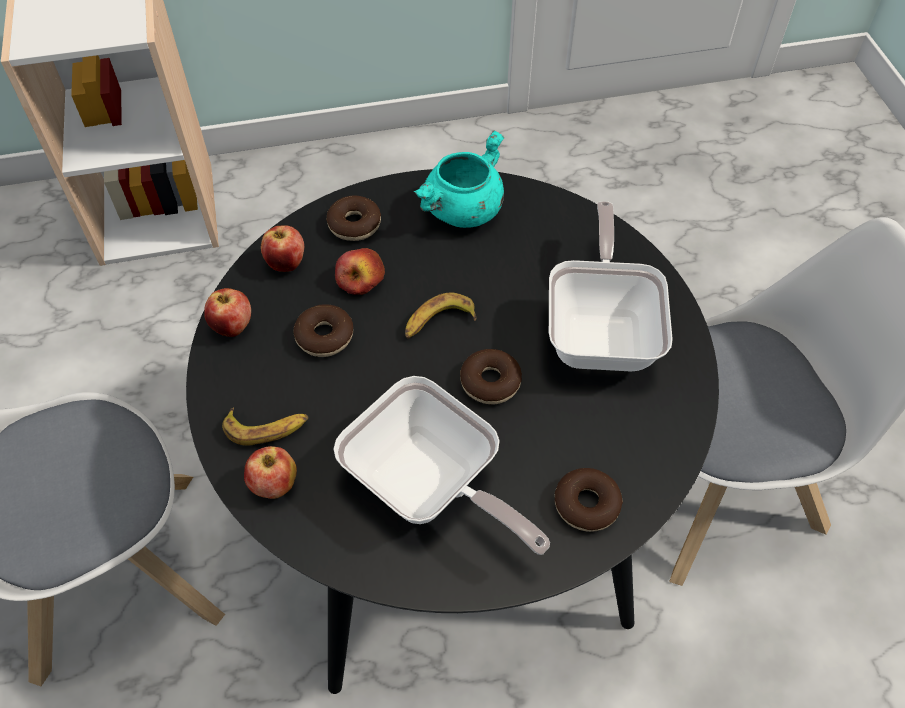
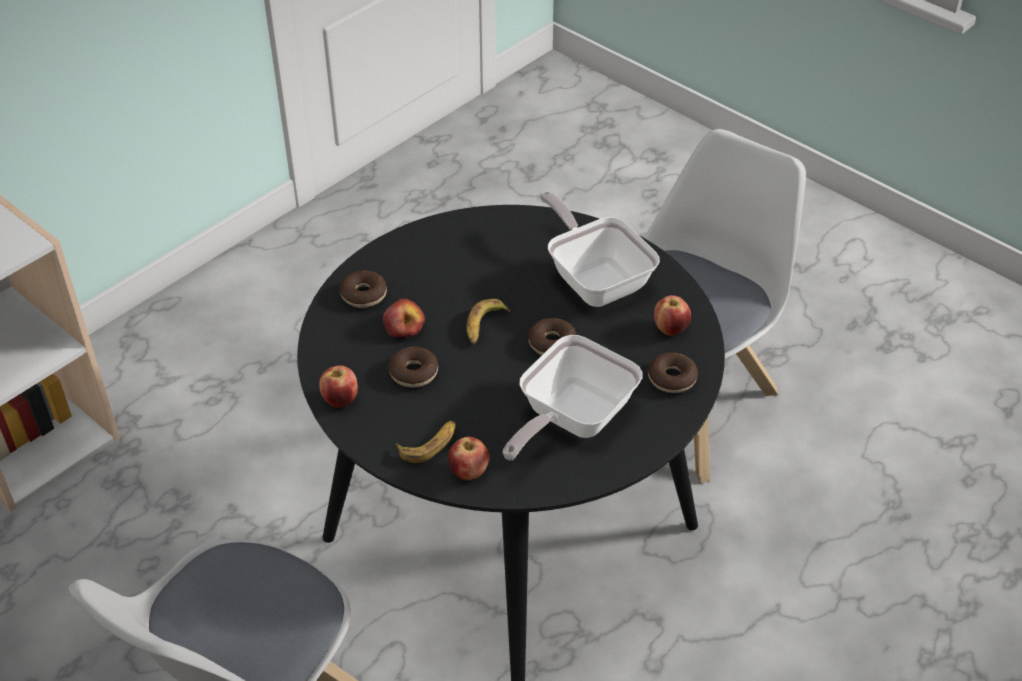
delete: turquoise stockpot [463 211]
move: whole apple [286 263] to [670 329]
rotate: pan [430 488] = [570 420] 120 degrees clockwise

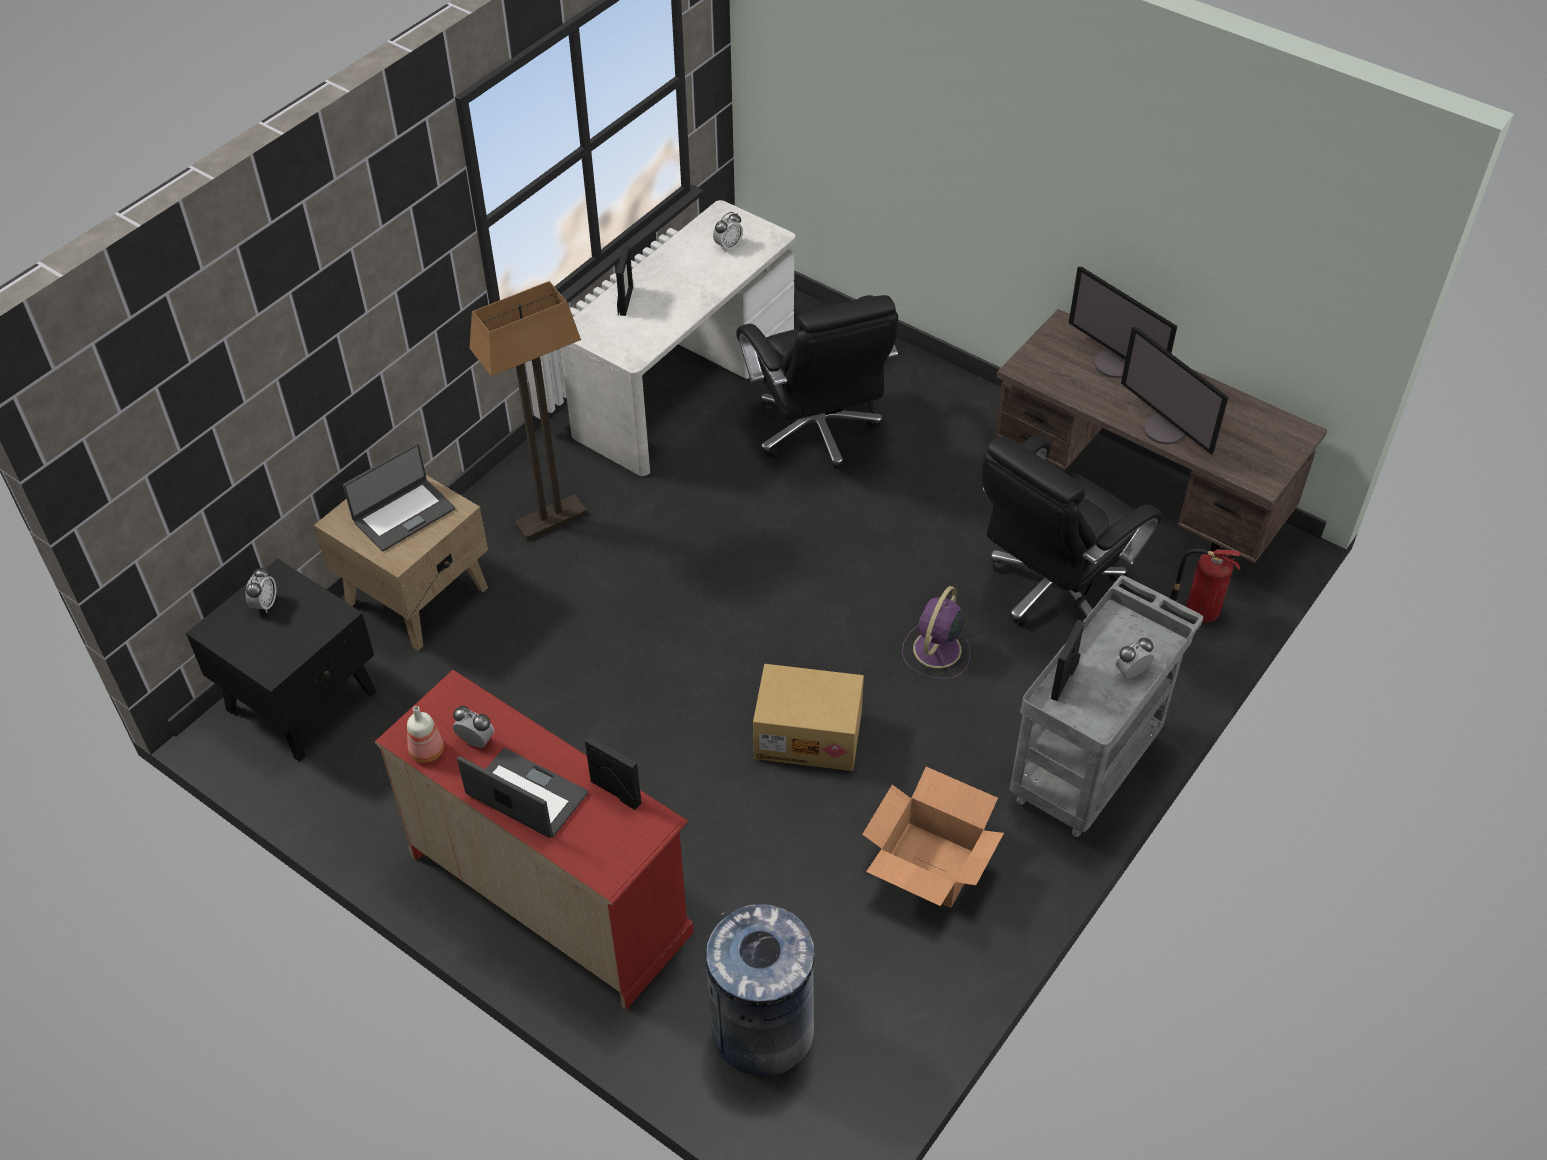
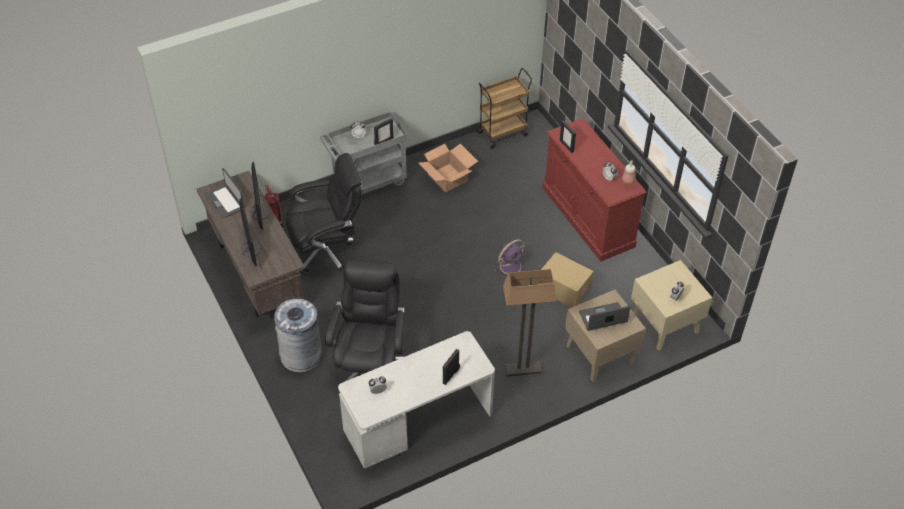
insert: brown-coloured wheeled cart [503 134]
move: notebook computer [526 795] to [225 201]; gray rubbish bin [762 1030] to [301 355]; purple-coloured cooling fan [936 651] to [511 265]; cardboard box [809 734] to [563 289]
recolor: black-coloured night table [303 700] to sand-coloured night table [664 324]

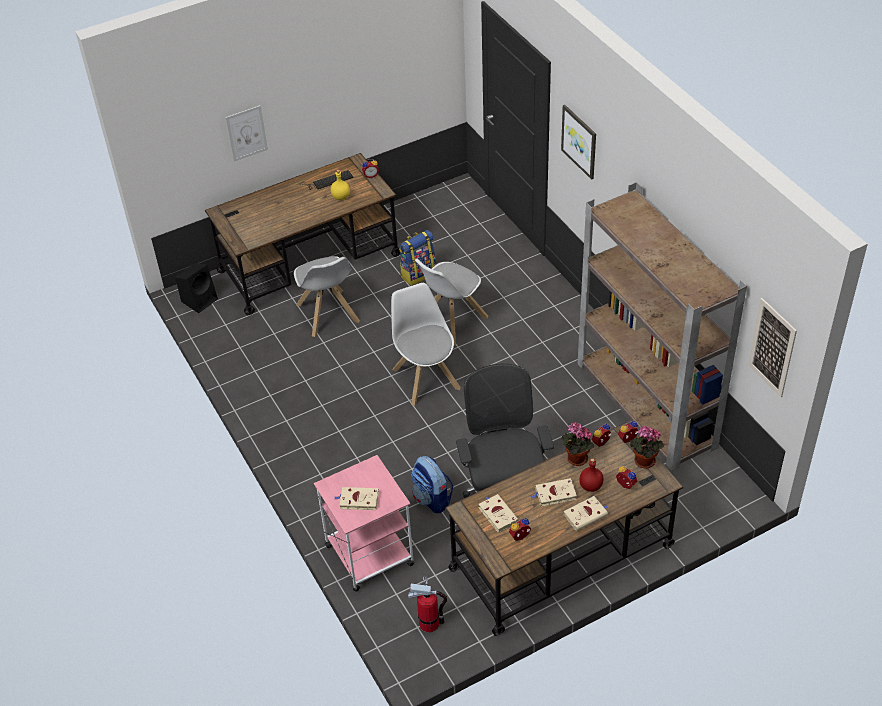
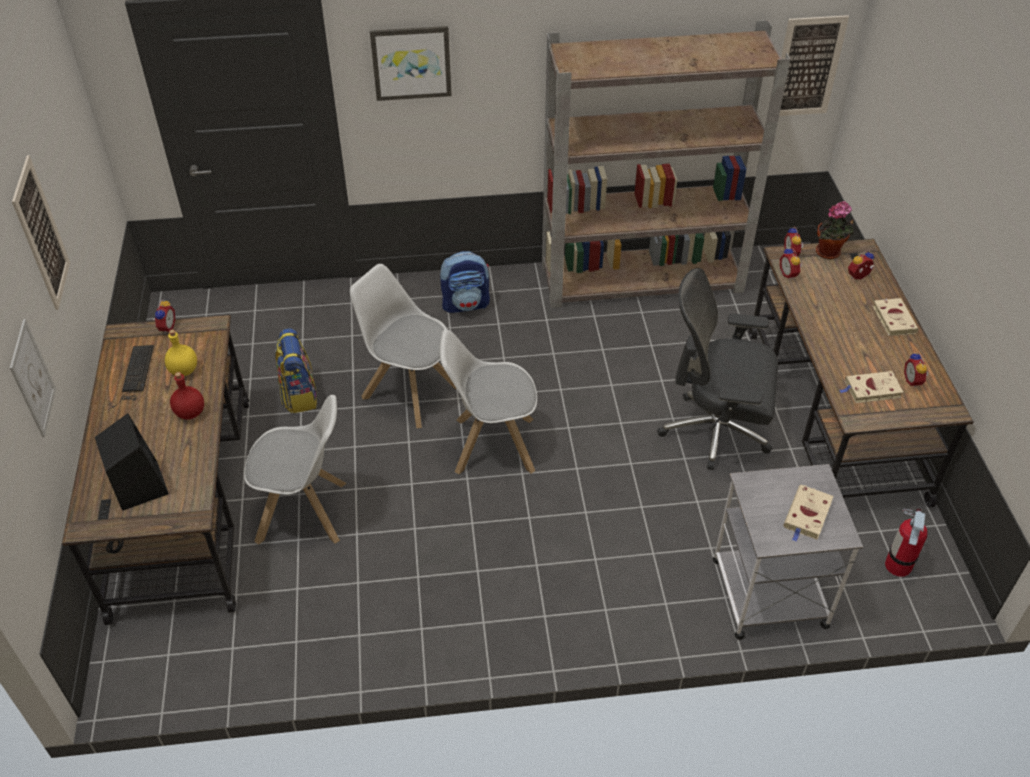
delete: sand-coloured volume [554 494]; plant in a pot [575 459]
insert: wall art [41 234]
move: black-coloured audio speaker [200 299] to [139 484]; reddish bottle [590 486] to [189 413]; rucksack [432 499] to [466 304]
recolor: pink wheeled cart [369 553] to gray wheeled cart [767 594]
rotate: plain chair [451 321] = [409 390] 150 degrees clockwise

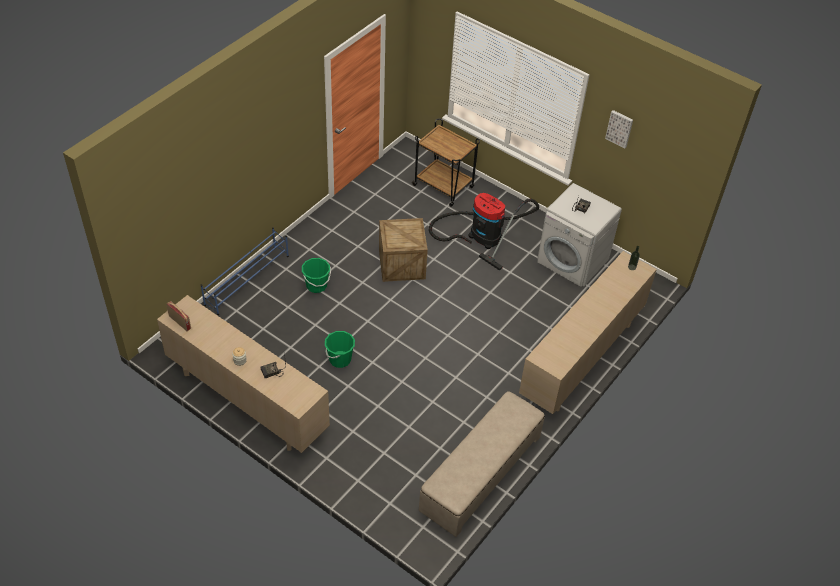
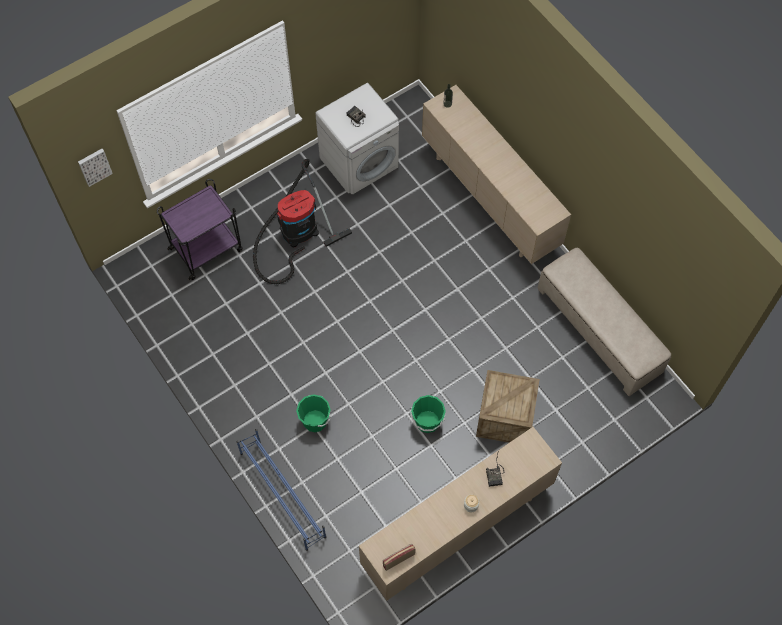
move: wall art [619 128] to [94 166]; shipping crate [402 264] to [505 417]
recolor: brown-coloured wheeled cart [443 187] to purple-coloured wheeled cart [207 249]

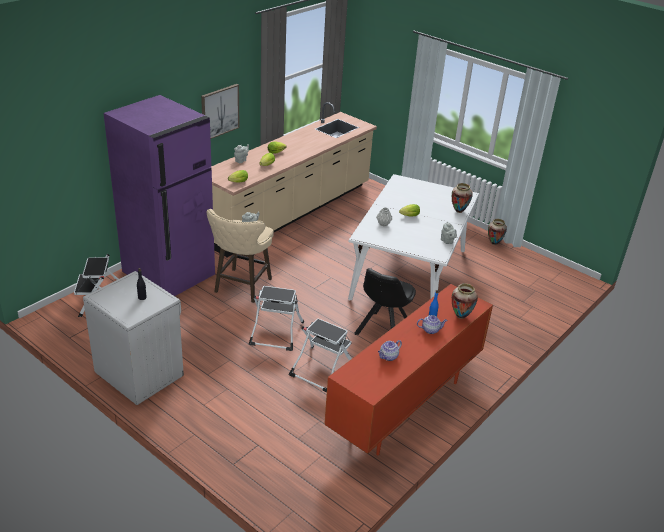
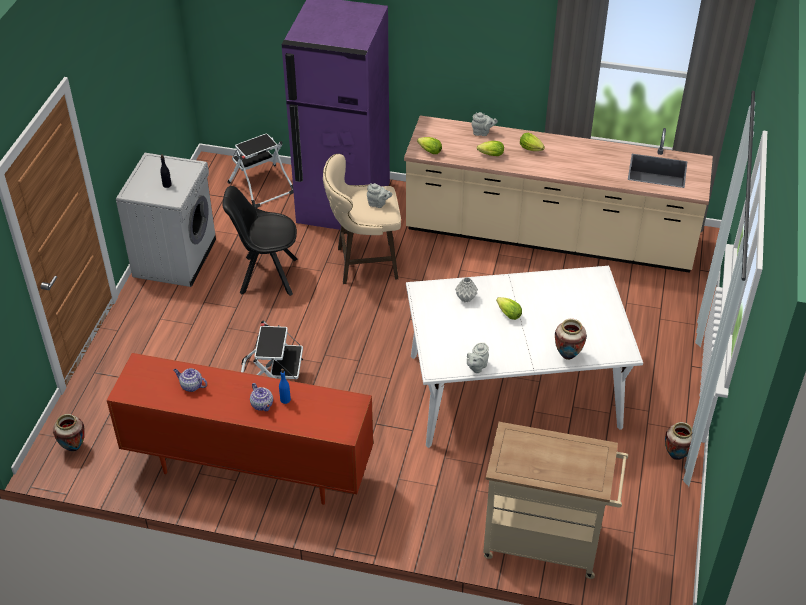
delete: wall art [219 111]; step stool [275 331]
insert: sand-coloured wheeled cart [546 543]
move: decorative vase [460 316] to [74 448]; black-coloured plain chair [383 331] to [266 275]

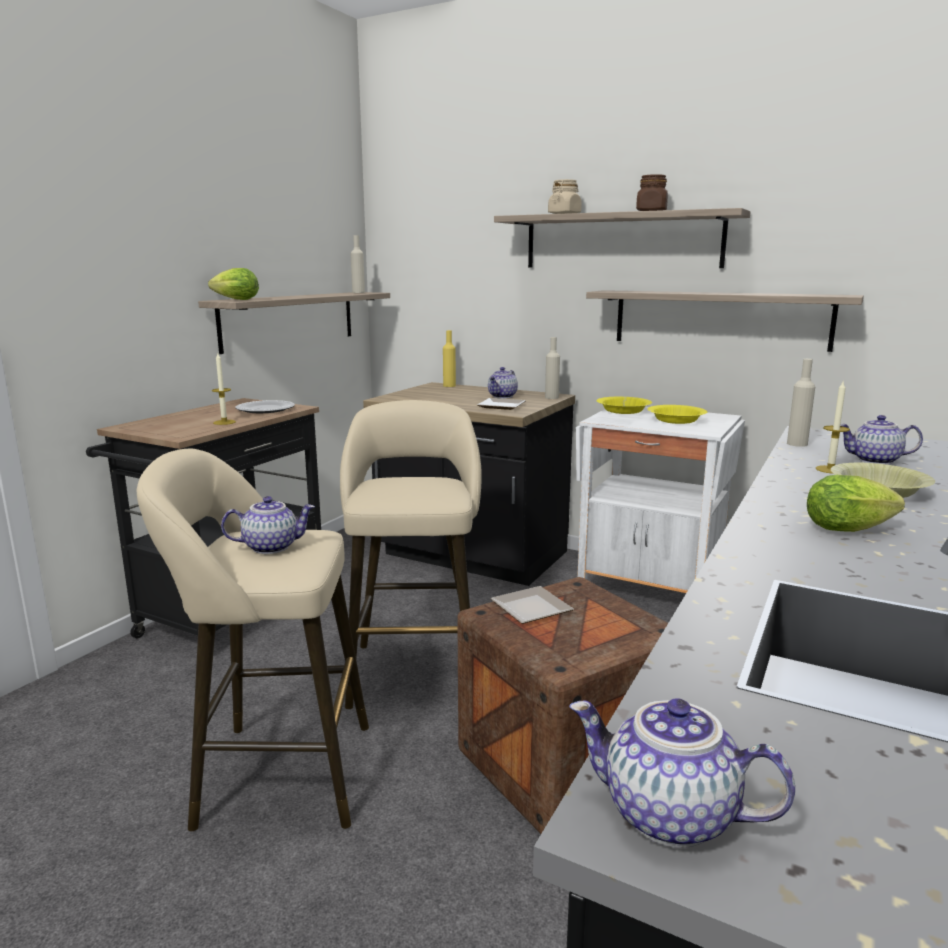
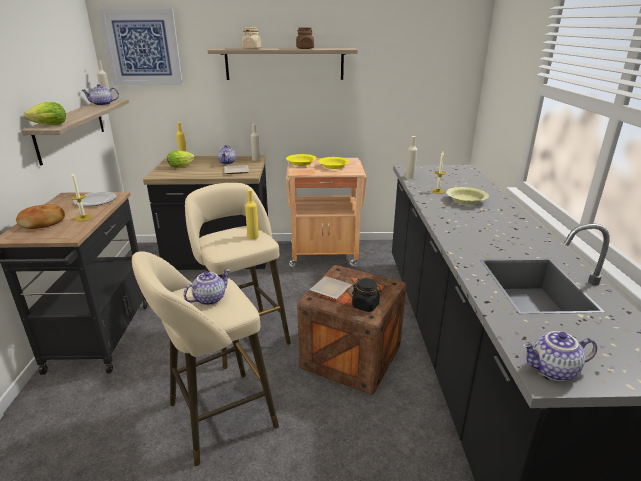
delete: shelf [720 319]
insert: bakery bread [43 223]; wall art [143 47]; yellow-coloured bottle [253 236]; black-coloured jar [365 305]
move: tea pot [875 461] to [102 104]; head of lettuce [852 529] to [182 166]
recolor: whitish wheeled cart [650 588] to brown-coloured wheeled cart [324 254]

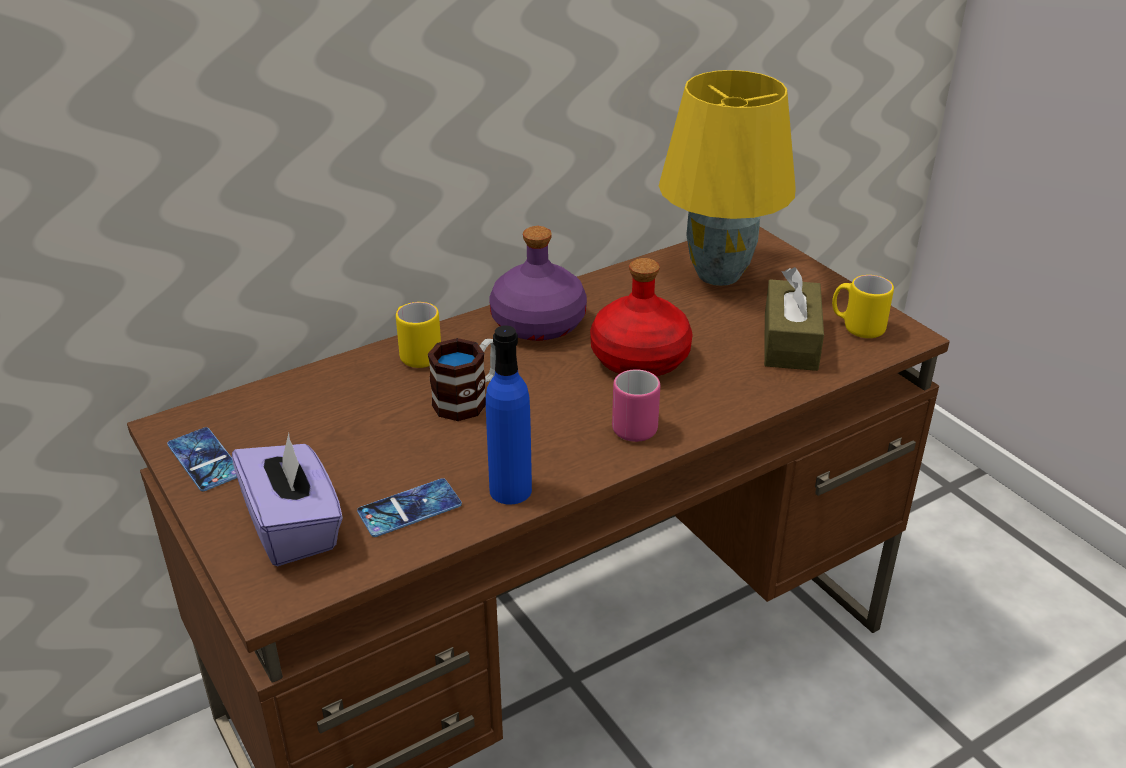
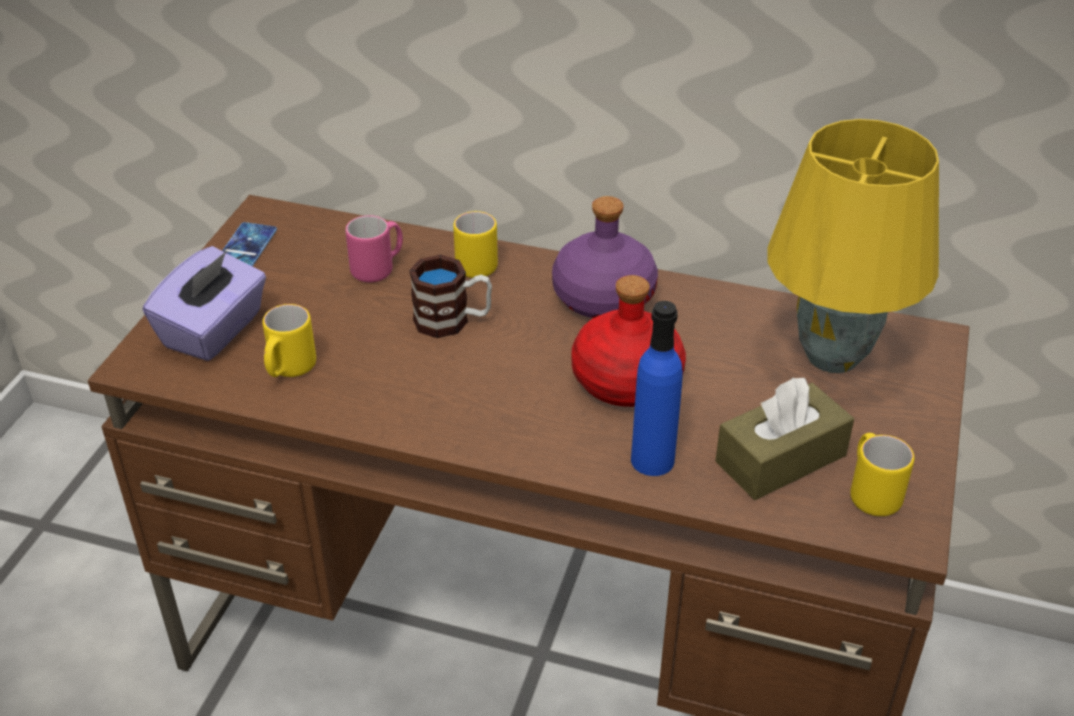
move: pink tea mug [634 424] to [378 269]; blue-coloured bottle [510 490] to [652 460]
replace: telephone [409 508] to yellow-coloured tea mug [288 370]

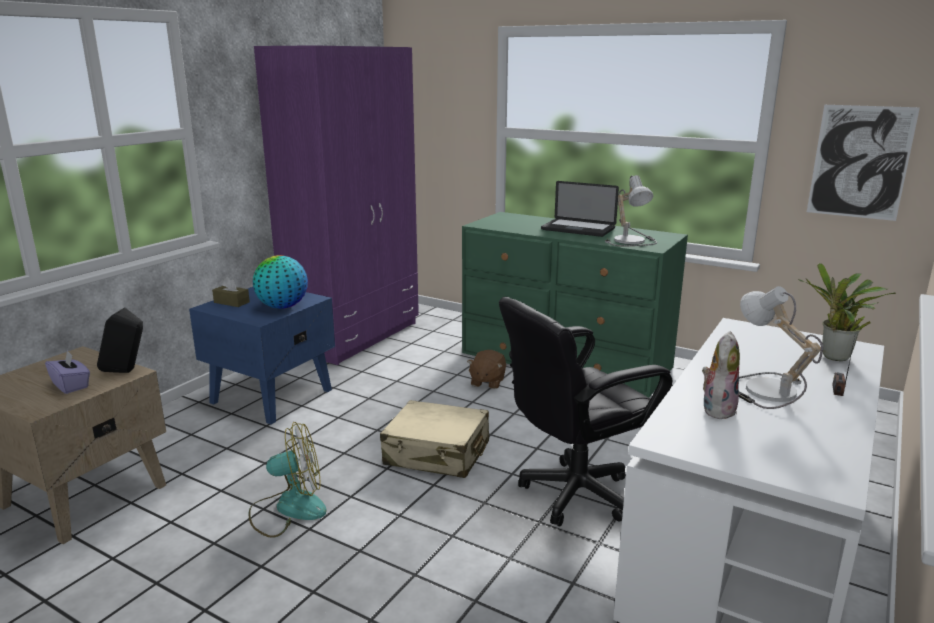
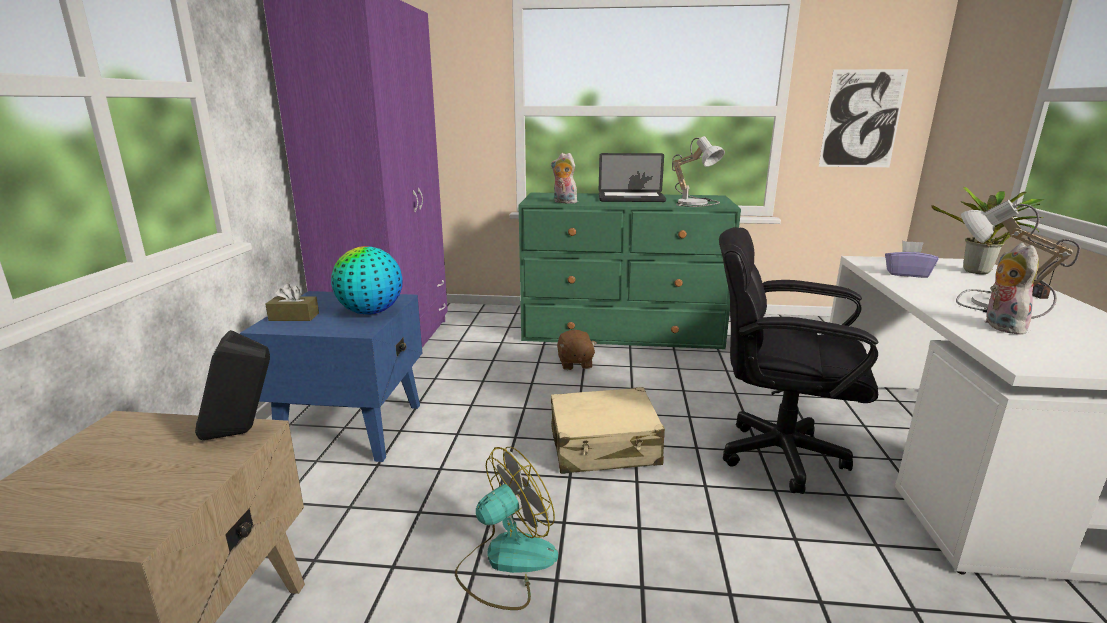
insert: cuddly toy [563 202]
move: purple-coloured tissue holder [71 385] to [906 274]
rotate: black-coloured desk chair [572 498] = [774 456] 75 degrees clockwise

